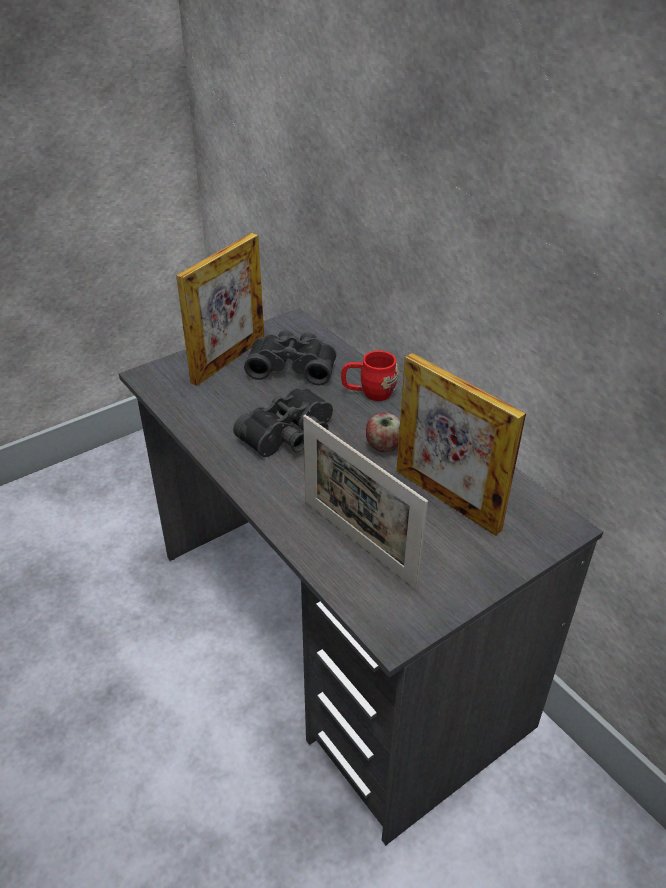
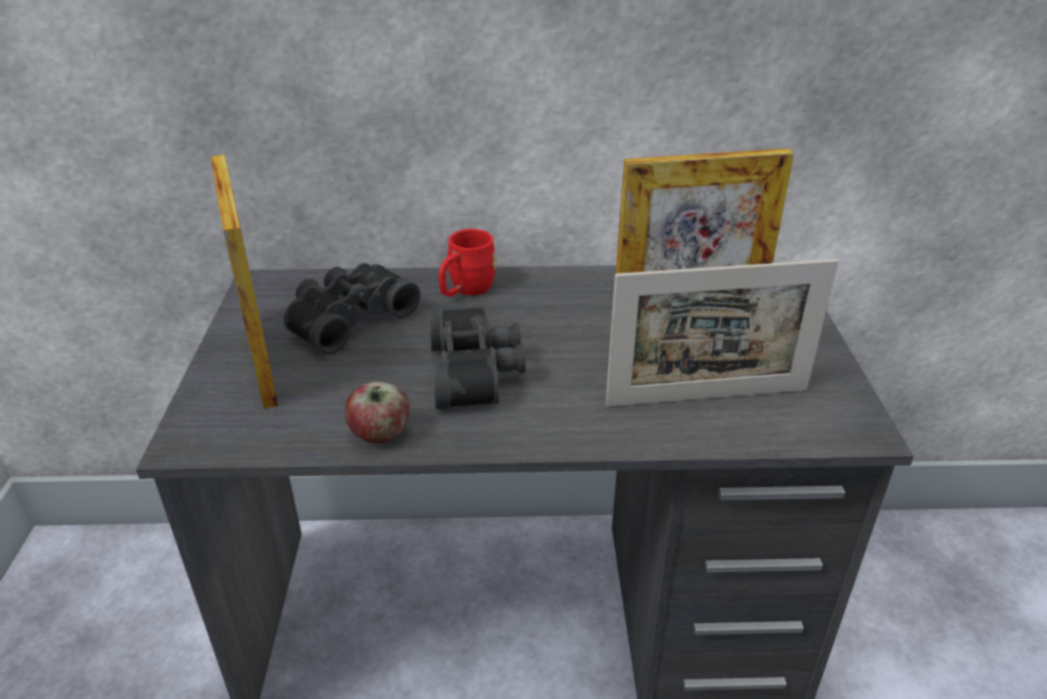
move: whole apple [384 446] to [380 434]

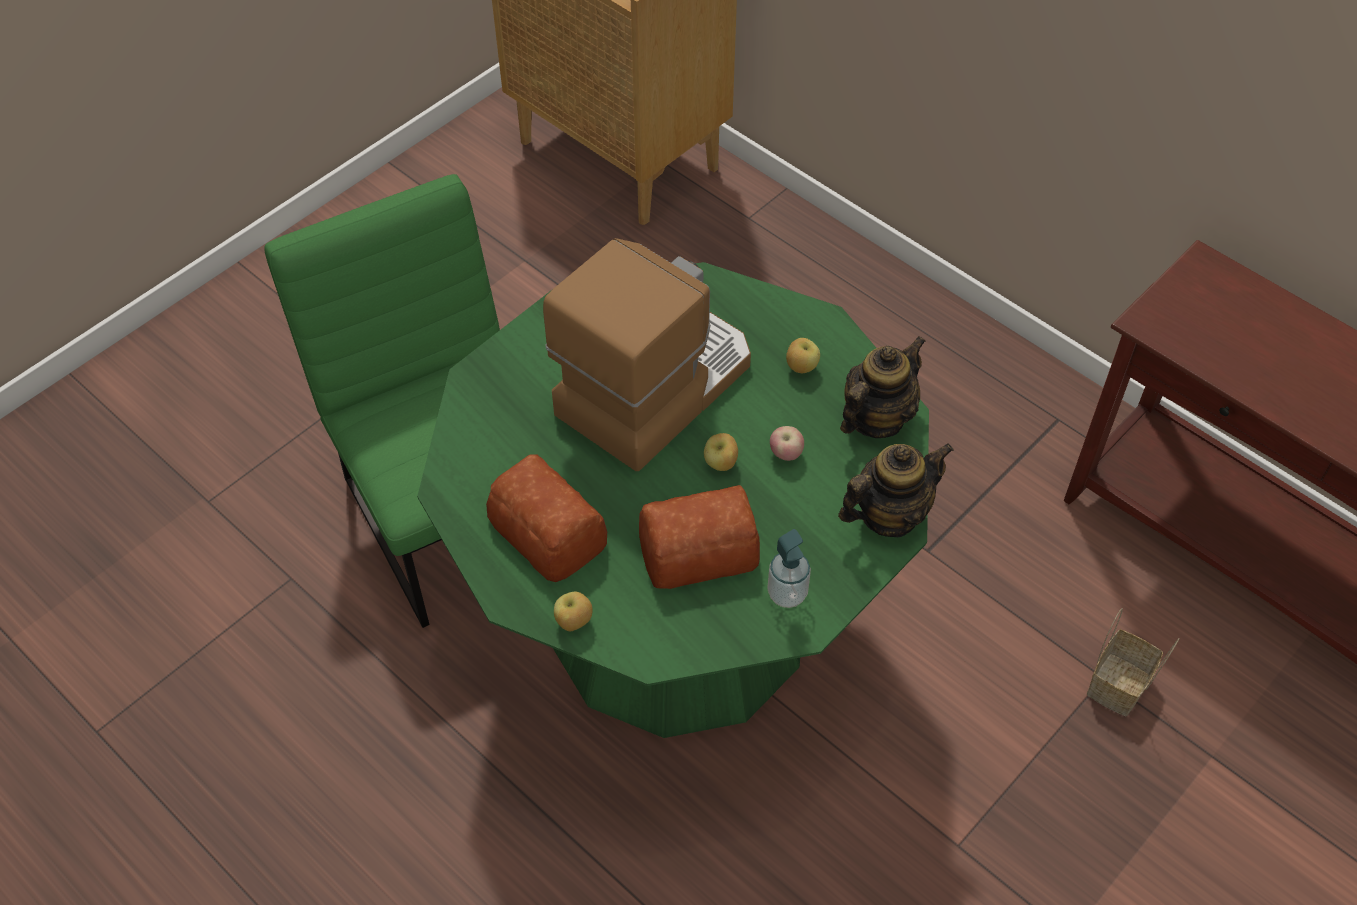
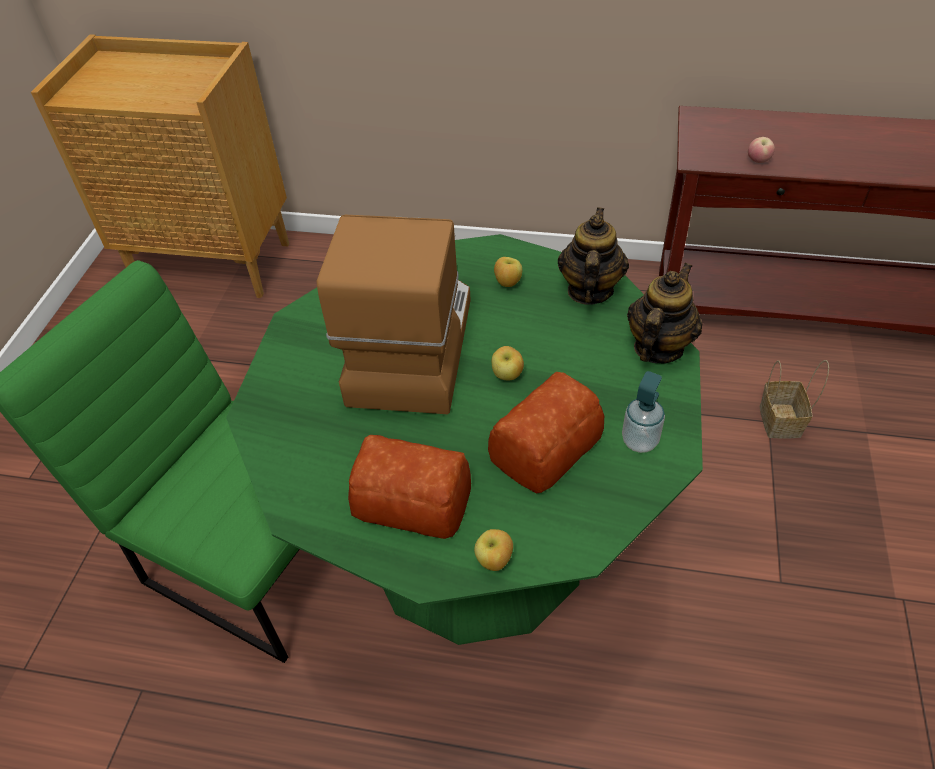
move: whole apple [786 454] to [758 161]

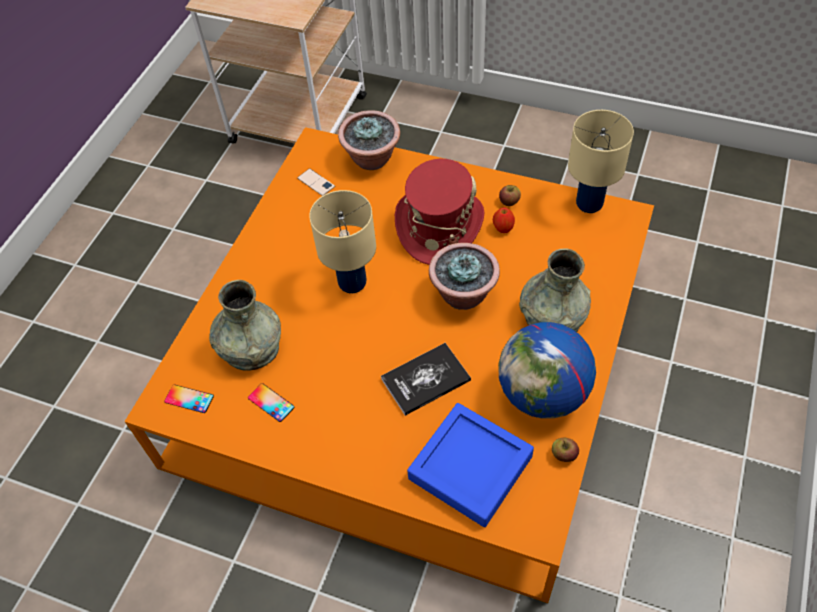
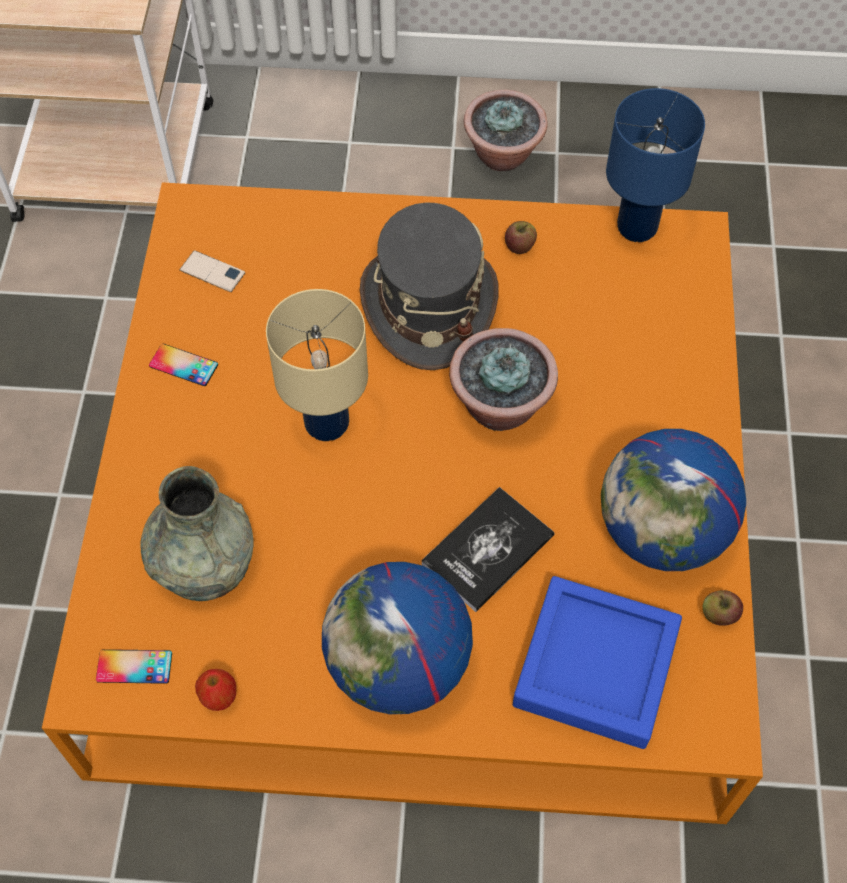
delete: gray decorative vase [552 317]
insert: desk globe [398 665]
move: telephone [271 402] to [183 365]; whole apple [503 228] to [219 696]; plant in a pot [372 159] to [503 156]
recolor: reddish hat [439 226] to gray hat [428 305]; sand-coloured tabletop lamp [588 206] to blue-coloured tabletop lamp [636 230]

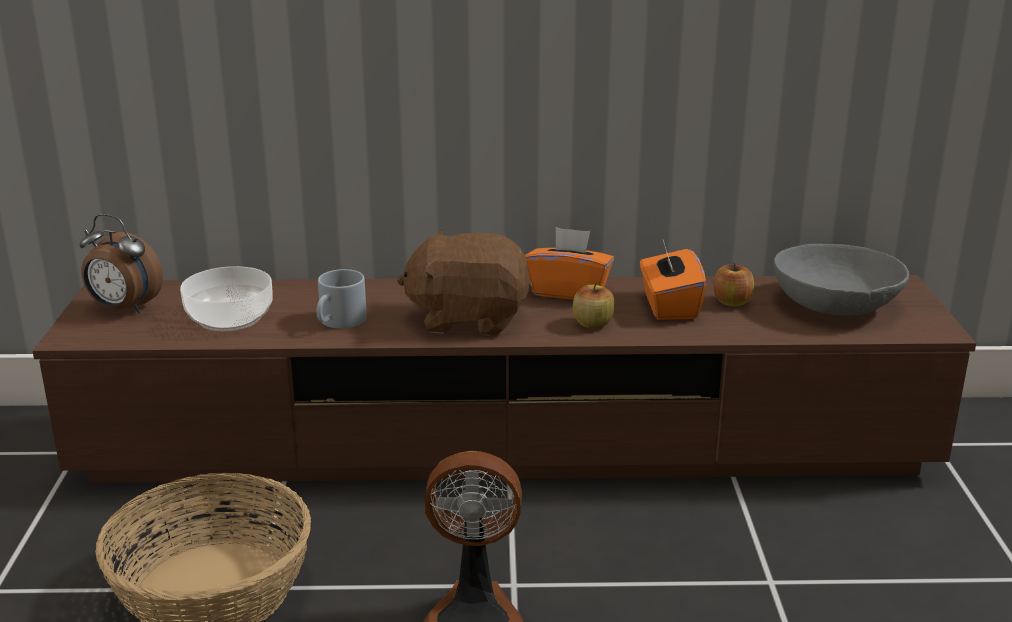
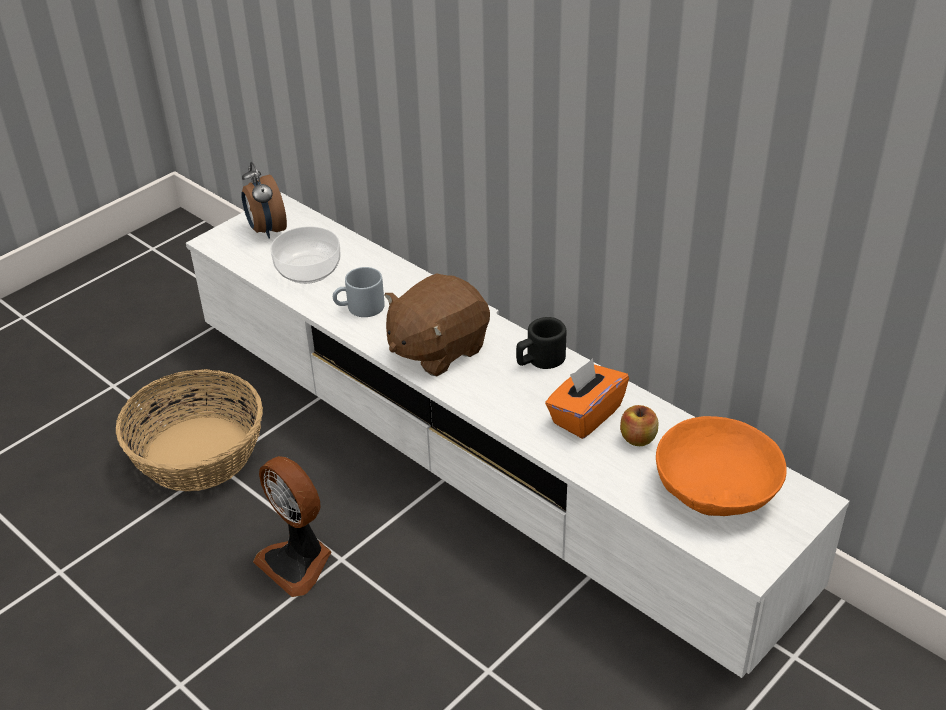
delete: whole apple [592 324]
replace: orange-coloured tissue holder [569 291] to black-coloured tea mug [539 360]
recolor: brown-coloured tv unit [505 445] to whitish tv unit [477 451]; gray serving bowl [836 304] to orange-coloured serving bowl [717 489]
rotate: brown-coloured cuddly toy [468 318] = [437 349] 90 degrees counterclockwise

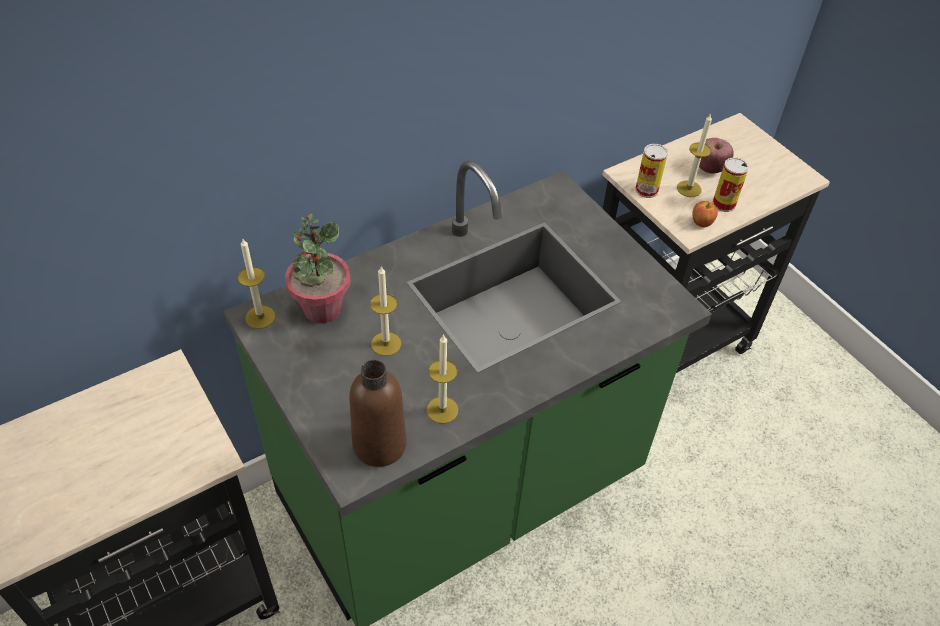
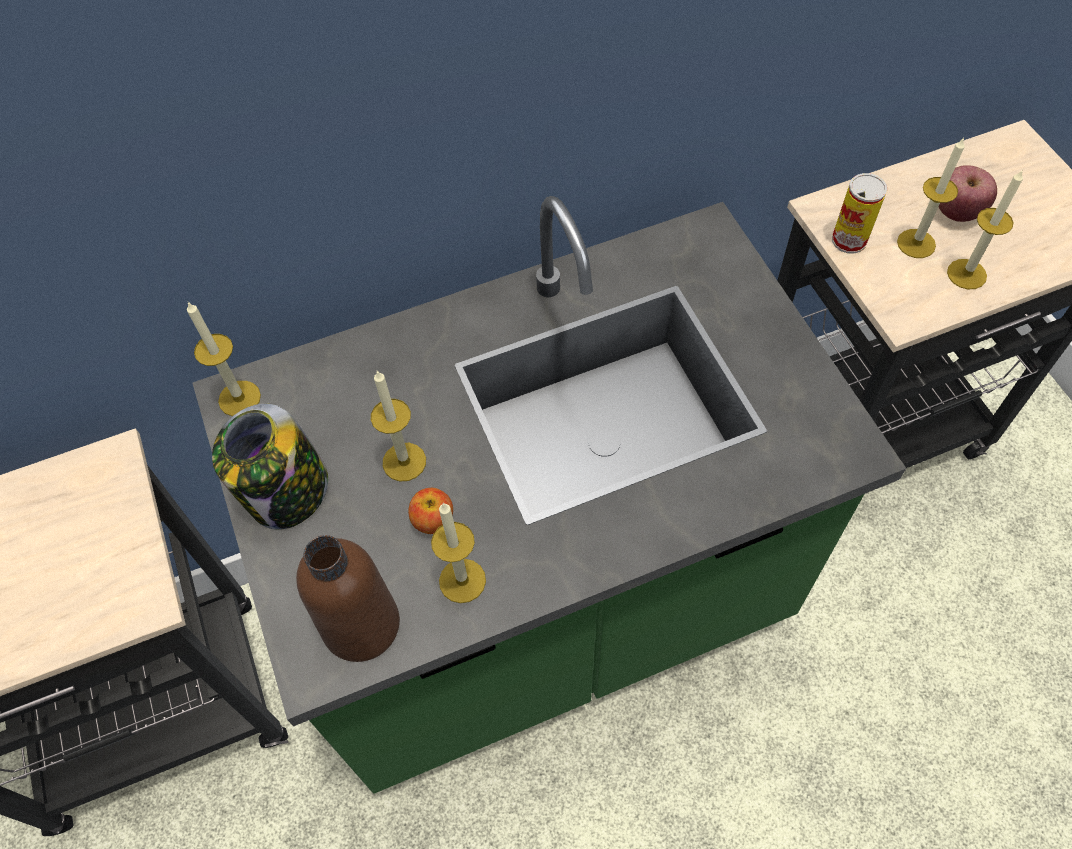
delete: plant in a pot [321 308]
insert: jar [287 492]
move: whole apple [702 222] to [433 520]
replace: can [724 204] to wax light [966 274]

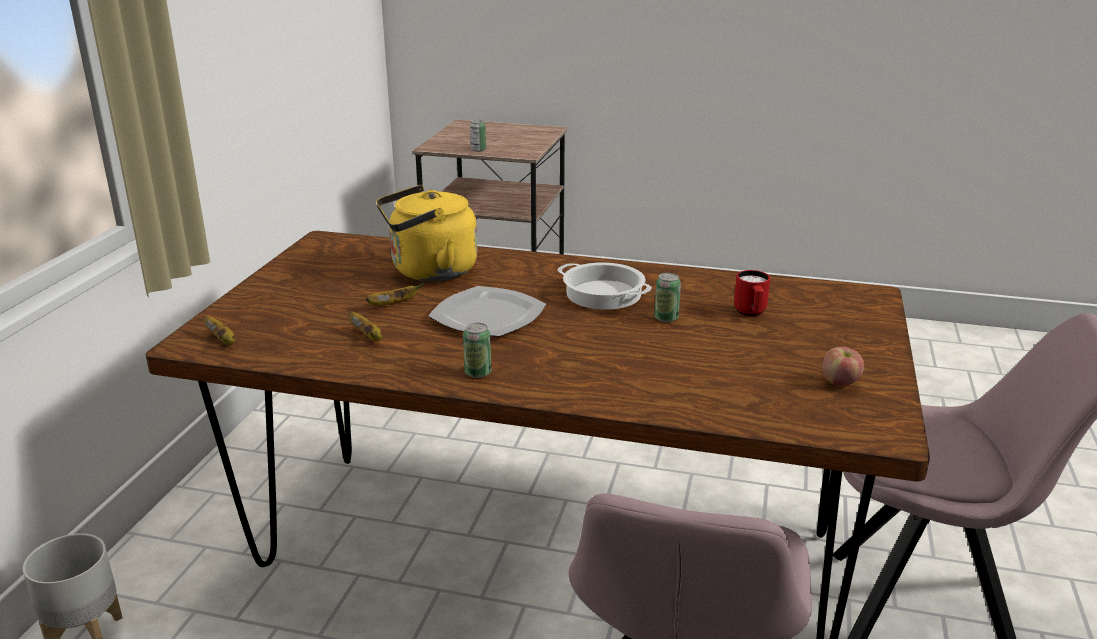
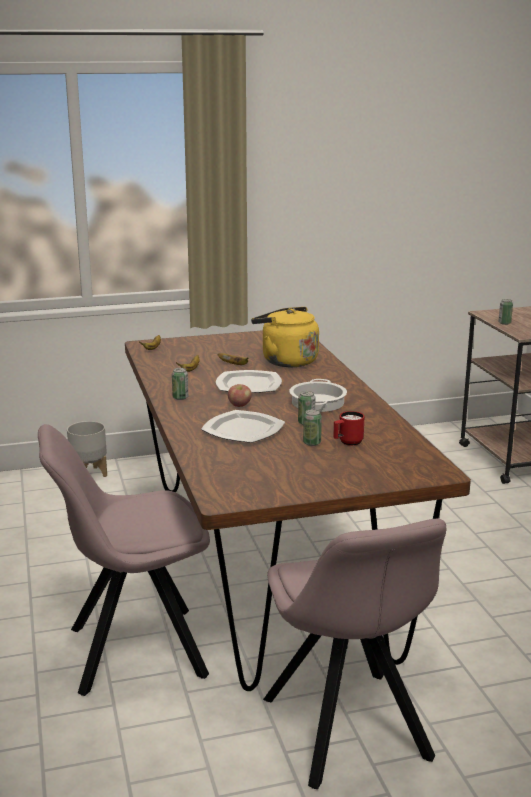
insert: dinner plate [243 429]; can [312 443]
move: whole apple [840 382] to [239 405]

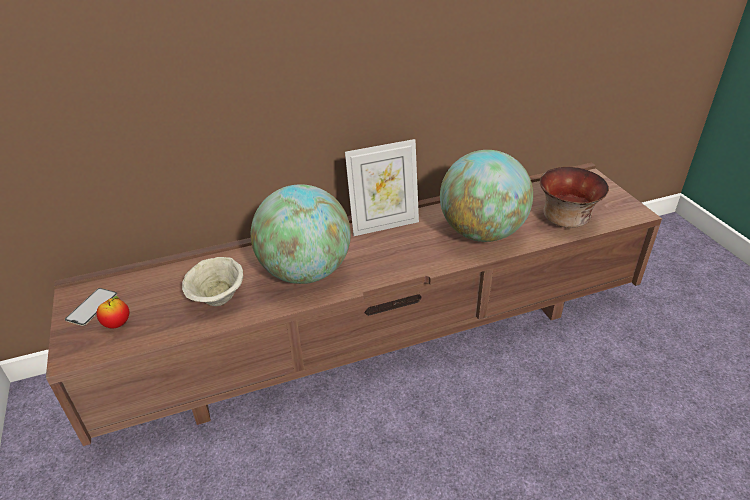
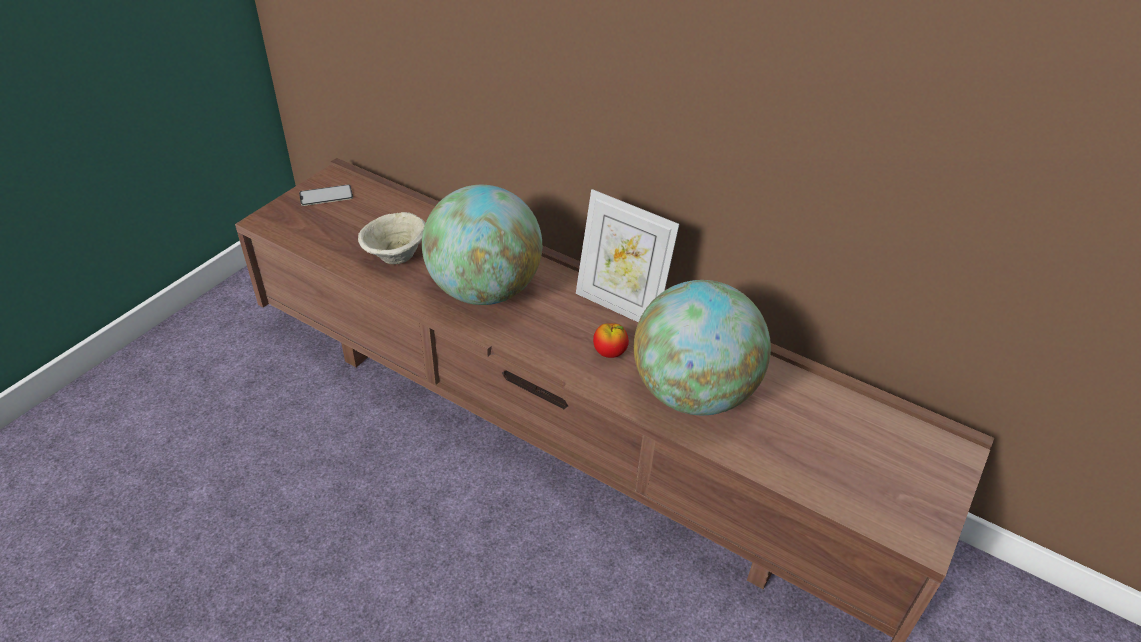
delete: serving bowl [565 219]
move: whole apple [117 324] to [609 353]

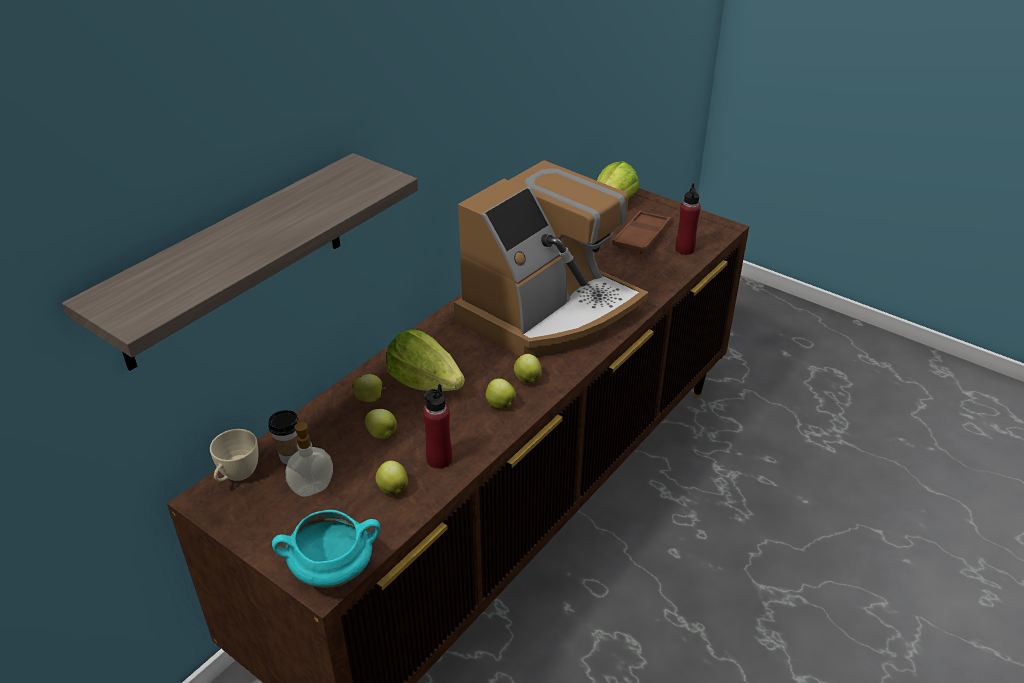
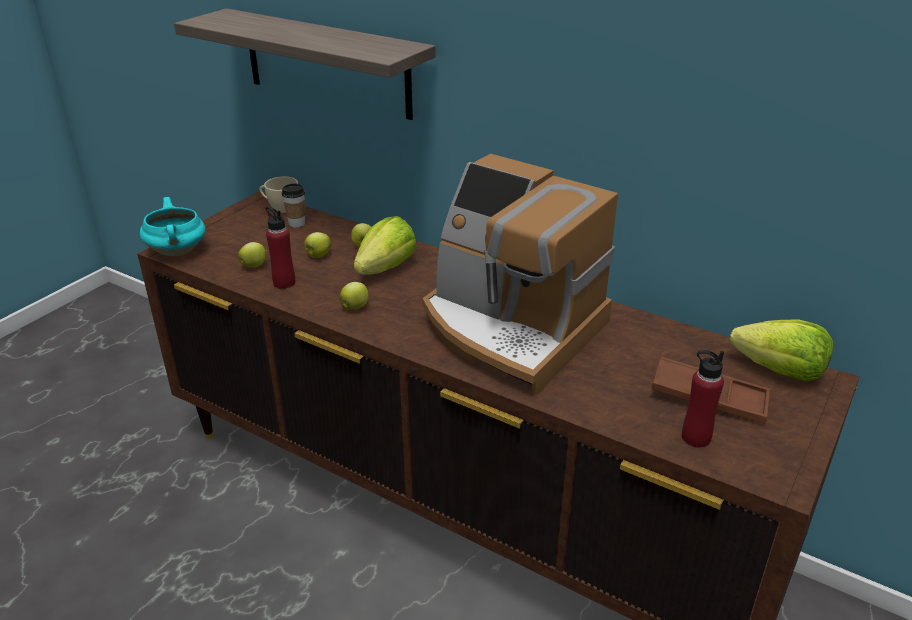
delete: soap dispenser [312 488]; whole apple [527 379]

